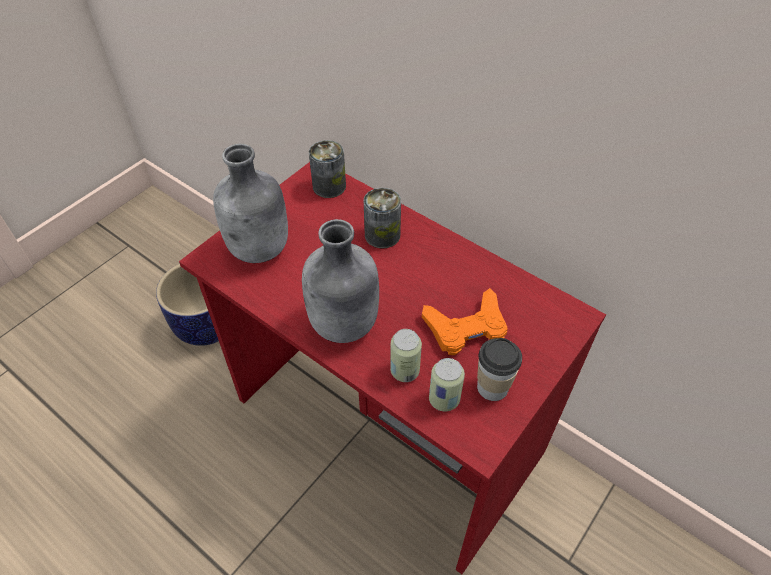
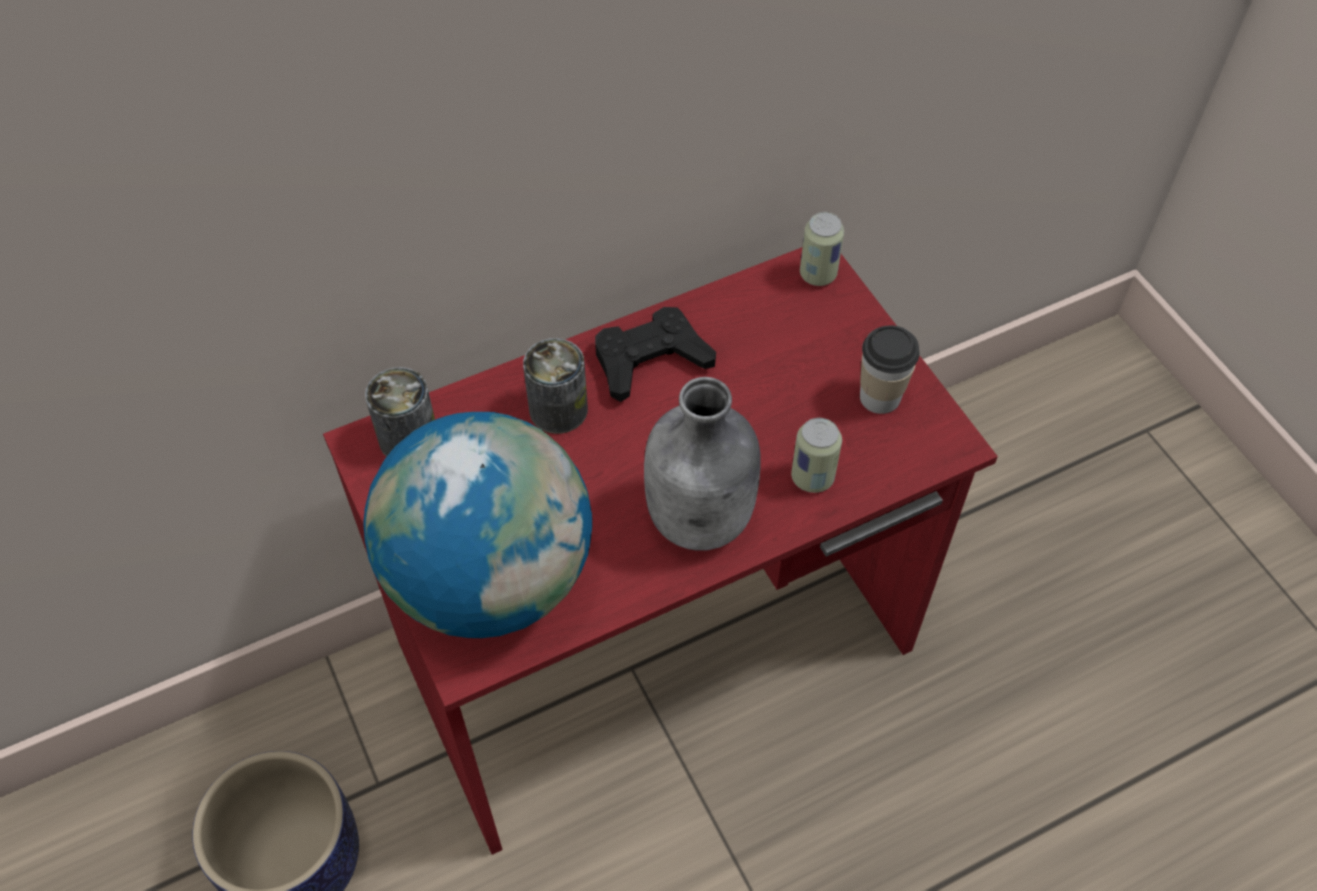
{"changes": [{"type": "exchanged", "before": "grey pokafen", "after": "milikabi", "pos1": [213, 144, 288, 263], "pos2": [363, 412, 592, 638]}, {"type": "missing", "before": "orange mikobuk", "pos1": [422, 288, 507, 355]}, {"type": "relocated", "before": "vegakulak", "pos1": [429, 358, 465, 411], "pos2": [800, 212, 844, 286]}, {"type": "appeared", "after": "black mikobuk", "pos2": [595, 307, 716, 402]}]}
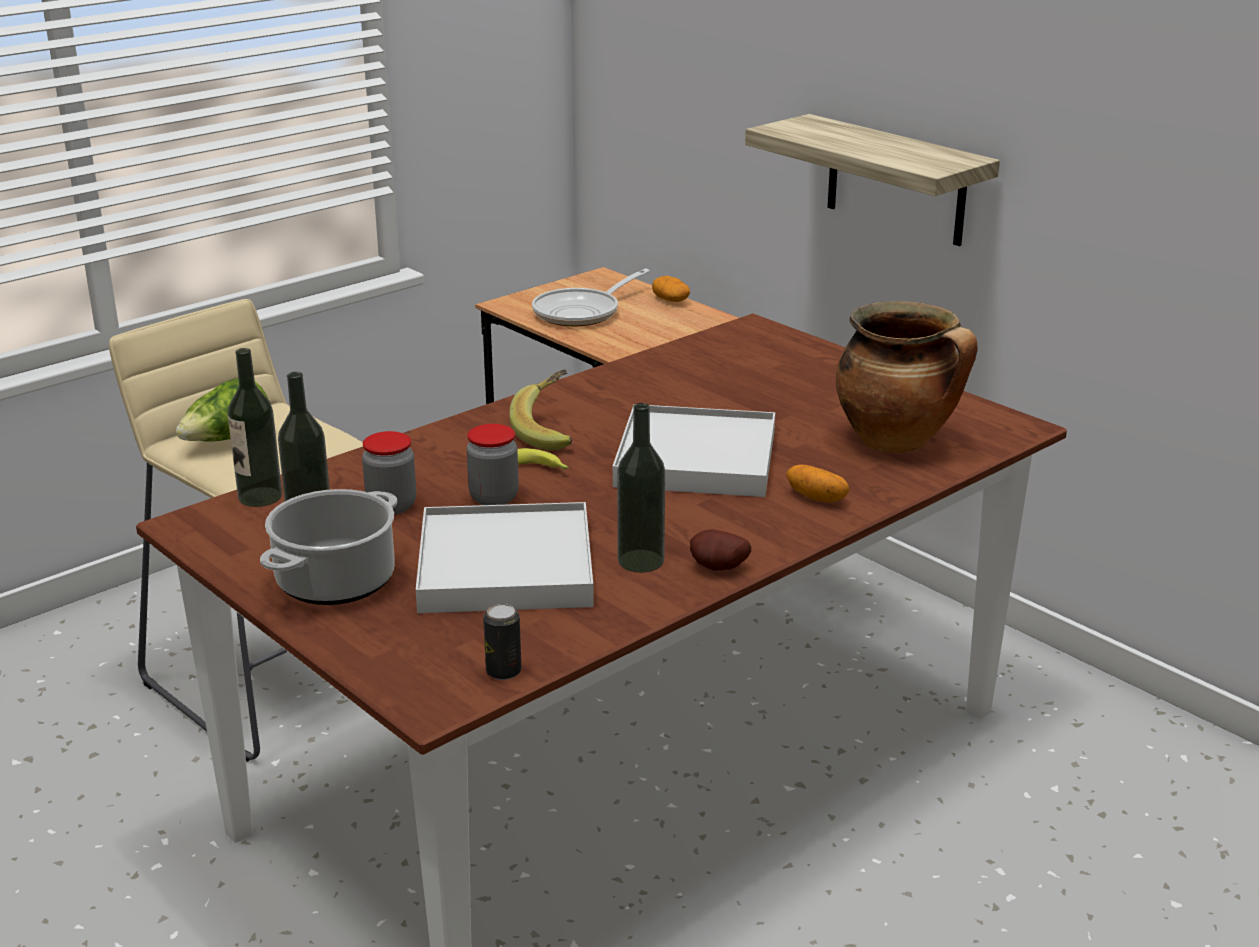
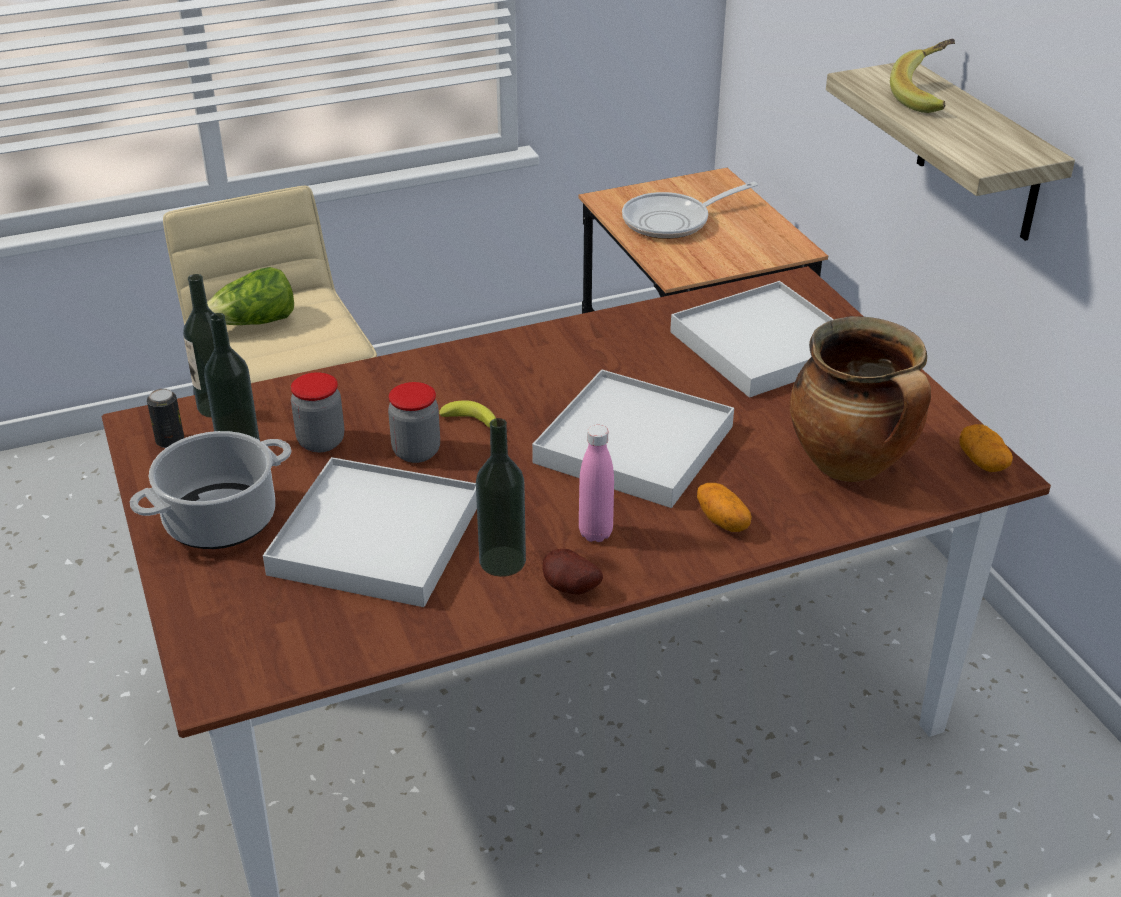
{"changes": [{"type": "relocated", "before": "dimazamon", "pos1": [652, 276, 690, 302], "pos2": [959, 424, 1013, 472]}, {"type": "relocated", "before": "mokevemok", "pos1": [509, 369, 572, 450], "pos2": [890, 39, 955, 113]}, {"type": "relocated", "before": "vegakulak", "pos1": [483, 604, 521, 680], "pos2": [147, 388, 184, 448]}, {"type": "appeared", "after": "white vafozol", "pos2": [670, 281, 834, 398]}, {"type": "appeared", "after": "pink pokafen", "pos2": [579, 425, 614, 542]}]}
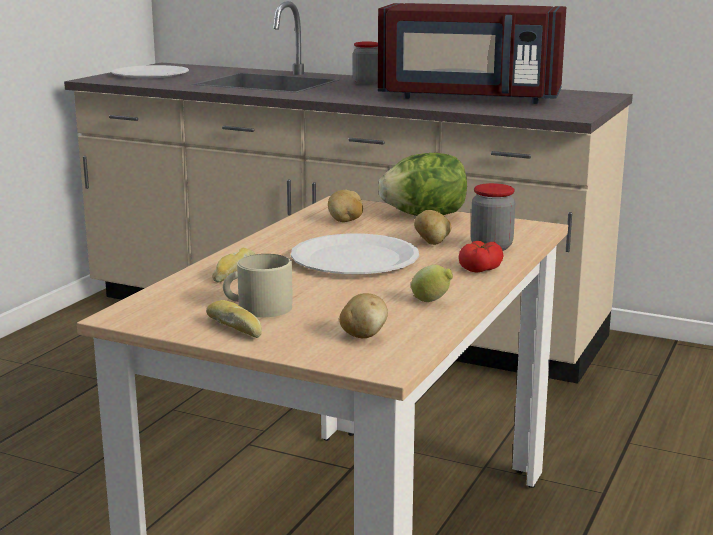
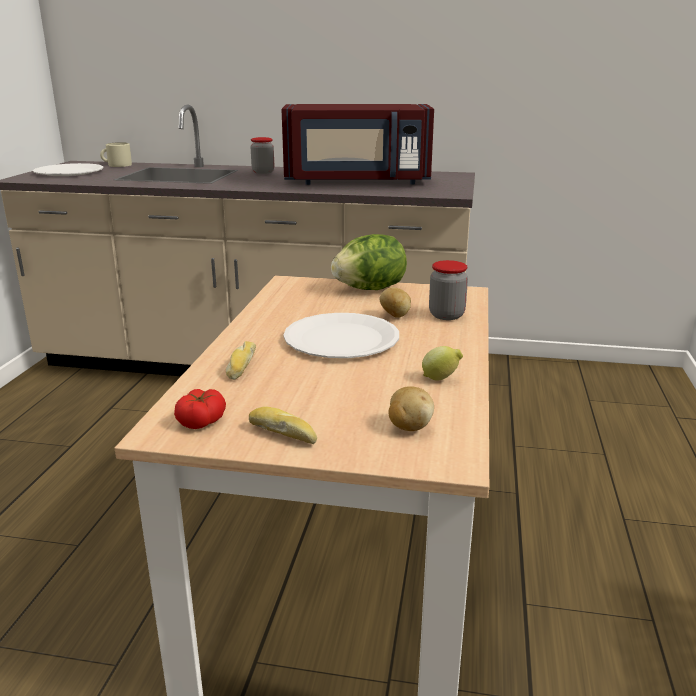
{"changes": [{"type": "missing", "before": "dimazamon", "pos1": [328, 189, 363, 222]}, {"type": "relocated", "before": "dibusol", "pos1": [459, 241, 503, 272], "pos2": [174, 389, 226, 429]}, {"type": "relocated", "before": "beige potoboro", "pos1": [223, 254, 293, 317], "pos2": [100, 142, 132, 167]}]}
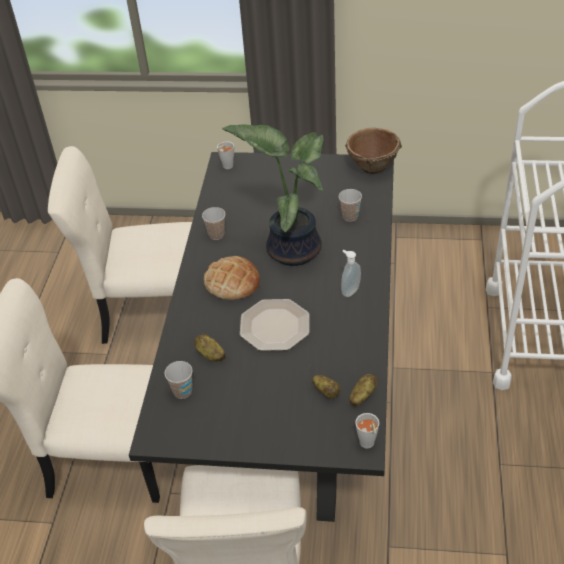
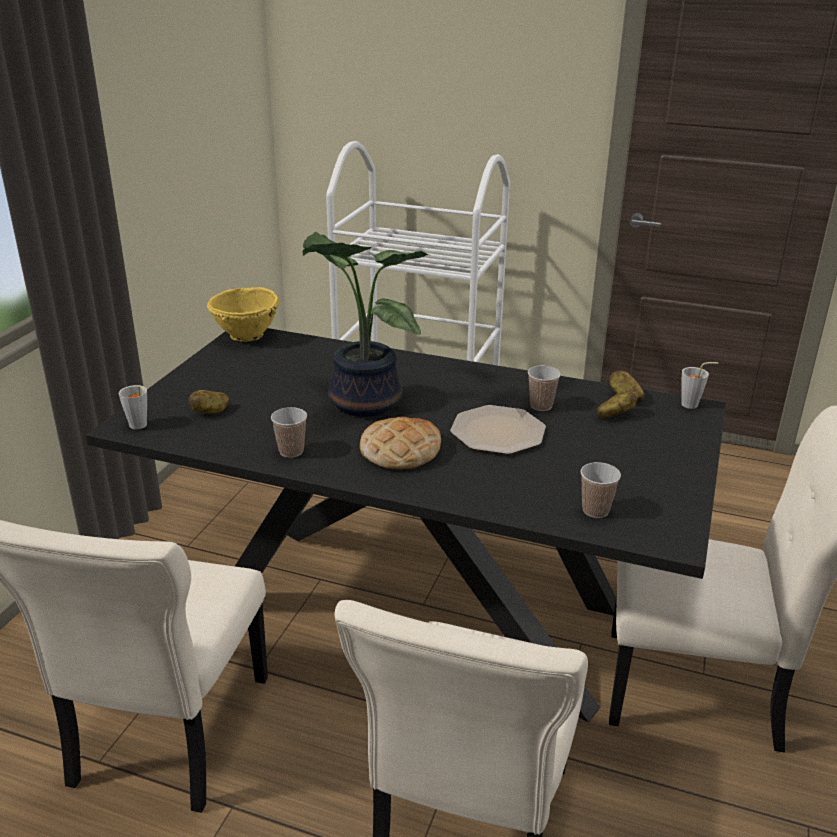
{"changes": [{"type": "colour", "before": "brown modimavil", "after": "yellow modimavil", "pos1": [345, 128, 402, 174], "pos2": [207, 287, 279, 342]}, {"type": "relocated", "before": "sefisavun", "pos1": [339, 189, 362, 222], "pos2": [528, 366, 561, 411]}, {"type": "missing", "before": "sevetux", "pos1": [341, 250, 361, 297]}, {"type": "relocated", "before": "dimazamon", "pos1": [194, 334, 225, 361], "pos2": [189, 390, 229, 414]}]}
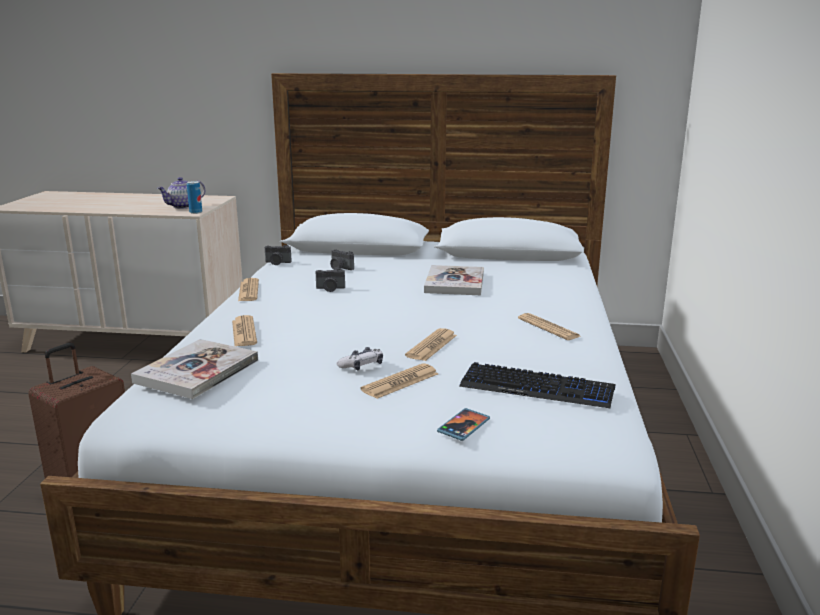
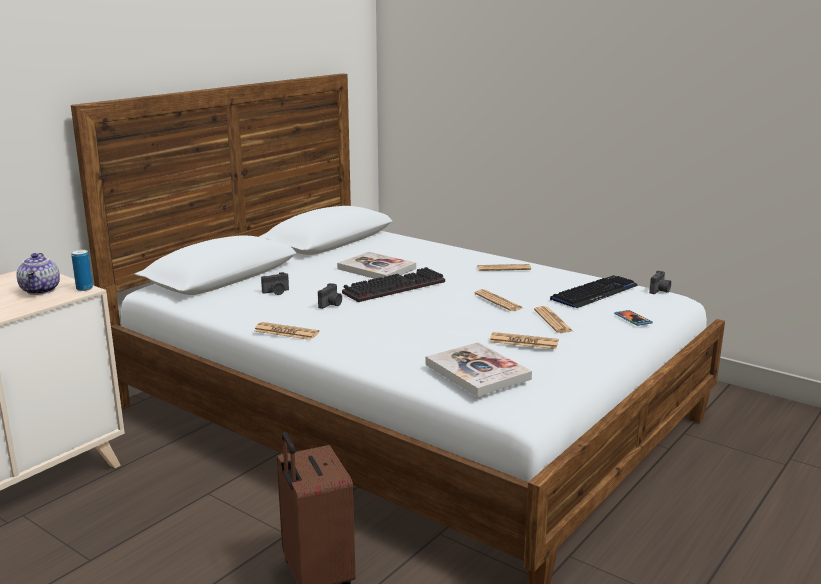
{"changes": [{"type": "relocated", "before": "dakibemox", "pos1": [265, 245, 292, 265], "pos2": [649, 271, 671, 294]}, {"type": "relocated", "before": "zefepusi", "pos1": [232, 315, 257, 346], "pos2": [490, 332, 559, 349]}, {"type": "missing", "before": "mikobuk", "pos1": [337, 347, 383, 371]}, {"type": "appeared", "after": "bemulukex", "pos2": [342, 267, 445, 302]}]}
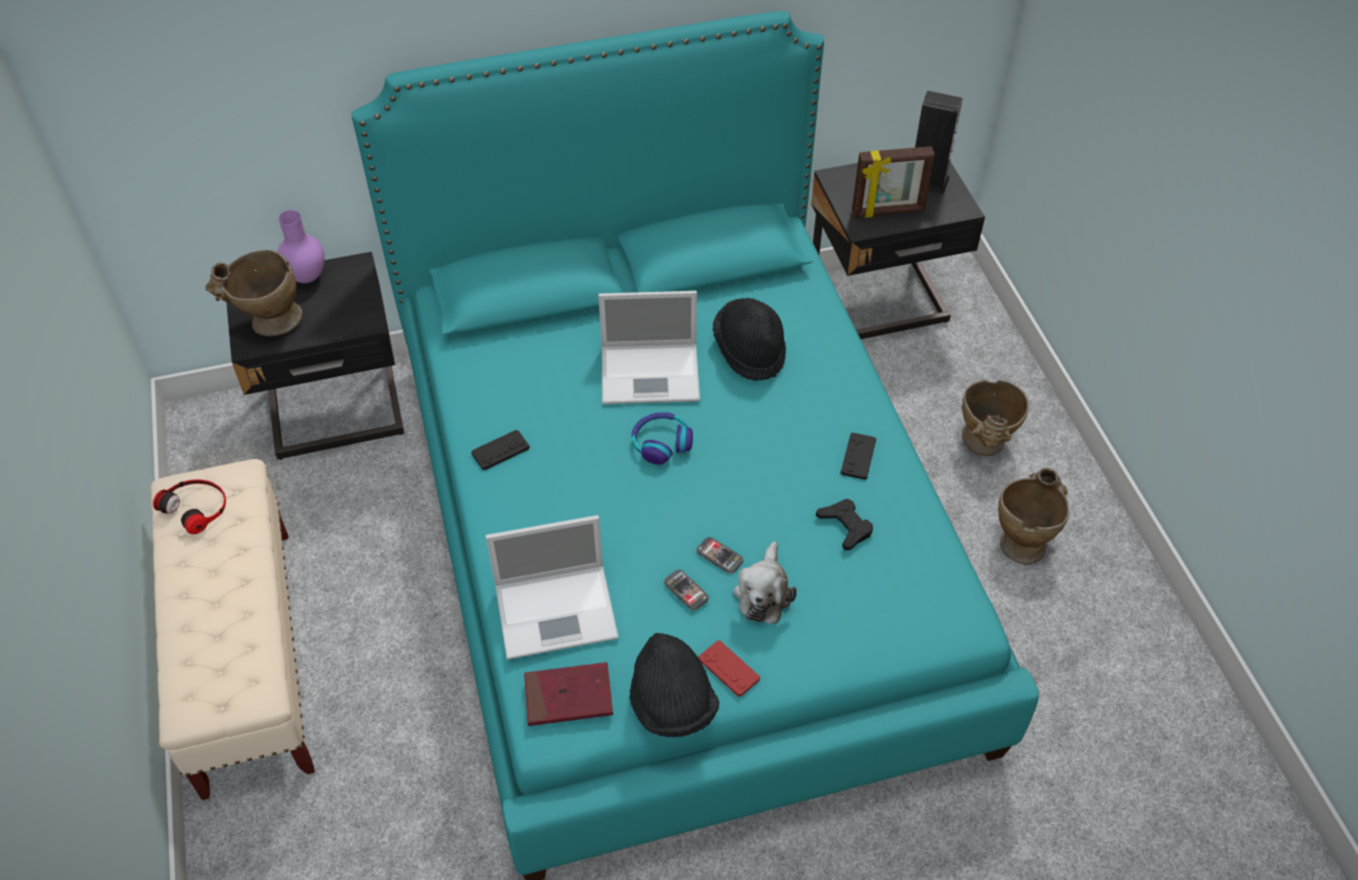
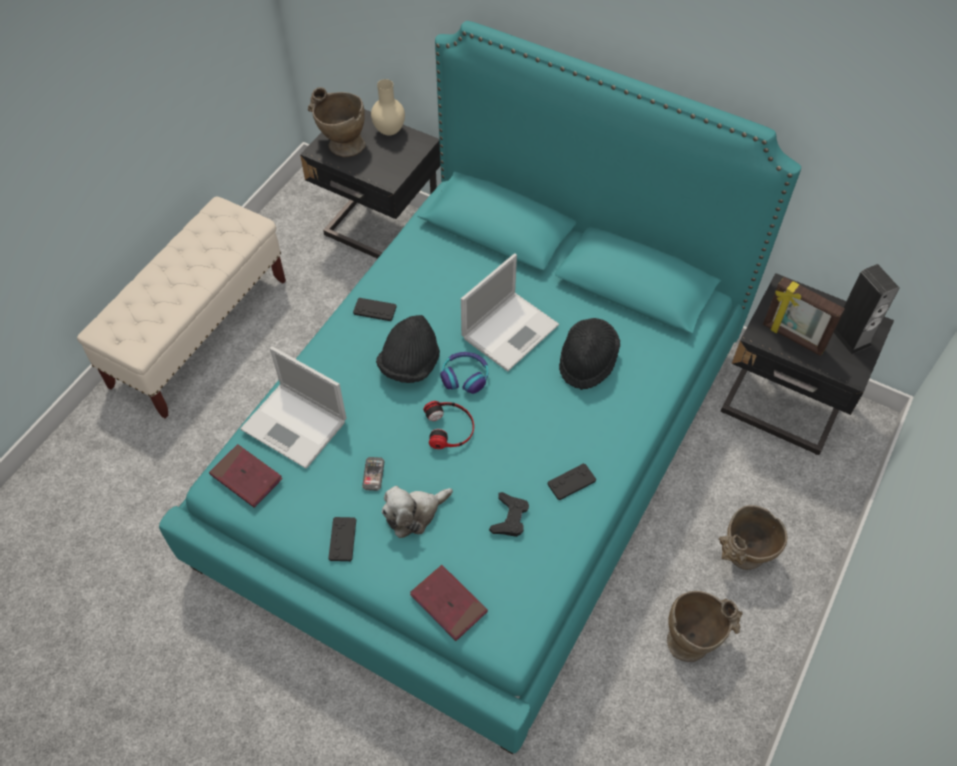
{"changes": [{"type": "colour", "before": "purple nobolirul", "after": "beige nobolirul", "pos1": [277, 210, 325, 283], "pos2": [371, 79, 405, 135]}, {"type": "spun", "before": "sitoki", "pos1": [598, 291, 700, 404], "pos2": [461, 253, 559, 372], "turn": -90}, {"type": "relocated", "before": "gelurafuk", "pos1": [153, 480, 226, 534], "pos2": [423, 401, 474, 449]}, {"type": "missing", "before": "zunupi", "pos1": [697, 537, 744, 574]}, {"type": "relocated", "before": "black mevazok", "pos1": [629, 633, 719, 737], "pos2": [376, 315, 440, 383]}, {"type": "colour", "before": "red mikobuk", "after": "black mikobuk", "pos1": [699, 640, 760, 697], "pos2": [328, 517, 356, 561]}, {"type": "appeared", "after": "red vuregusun", "pos2": [410, 565, 488, 641]}]}
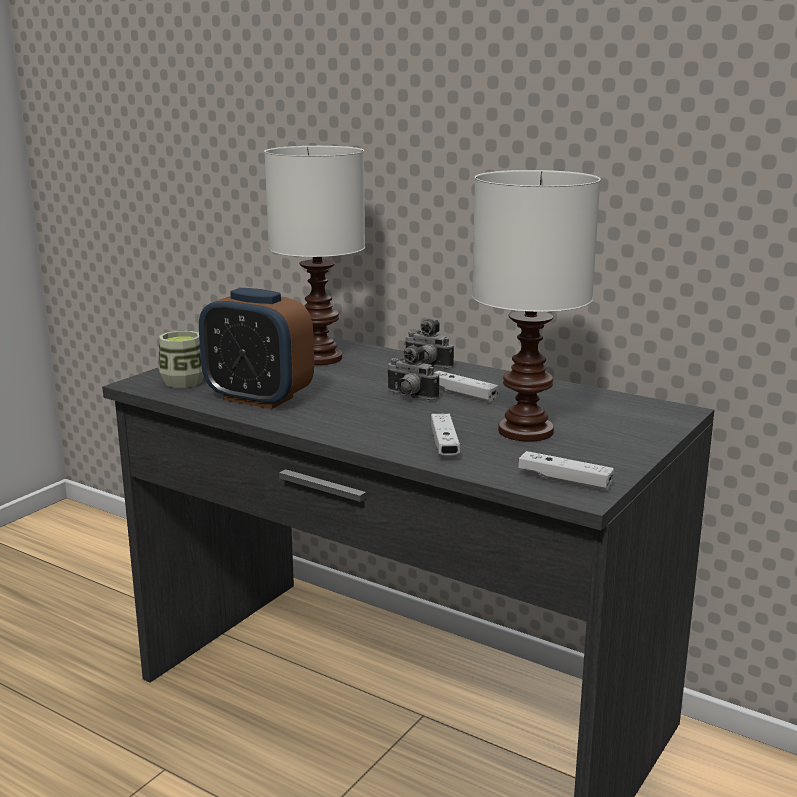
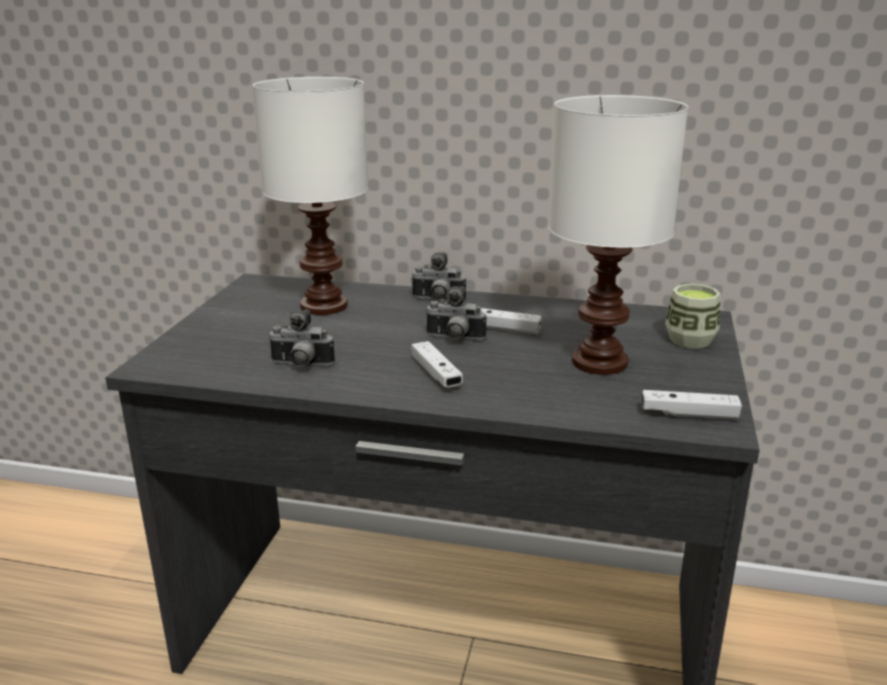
{"changes": [{"type": "exchanged", "before": "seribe", "after": "dakibemox", "pos1": [199, 288, 314, 409], "pos2": [268, 309, 335, 367]}, {"type": "relocated", "before": "sefisavun", "pos1": [158, 331, 204, 388], "pos2": [665, 284, 720, 349]}, {"type": "relocated", "before": "white mikobuk", "pos1": [431, 413, 460, 456], "pos2": [411, 341, 463, 388]}]}
